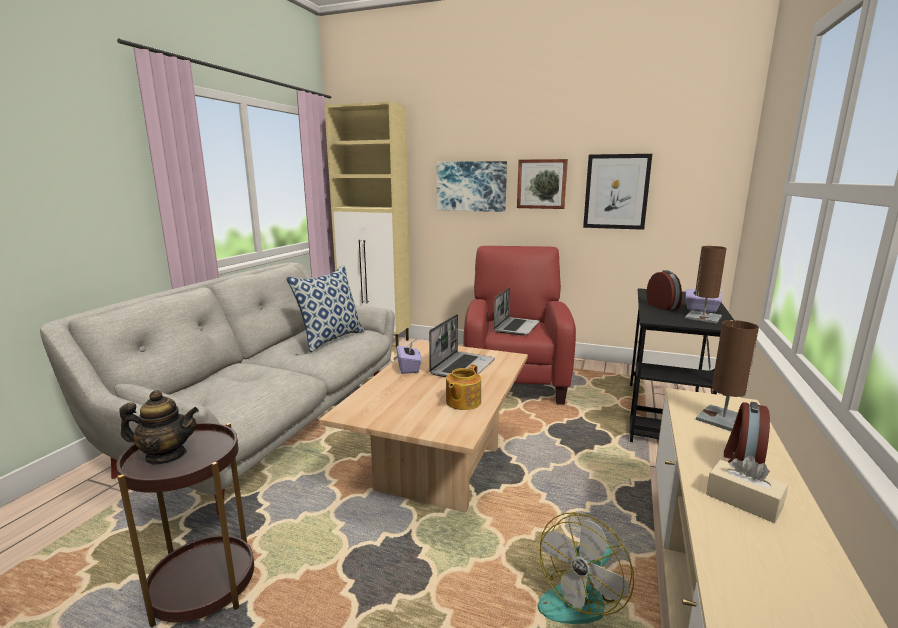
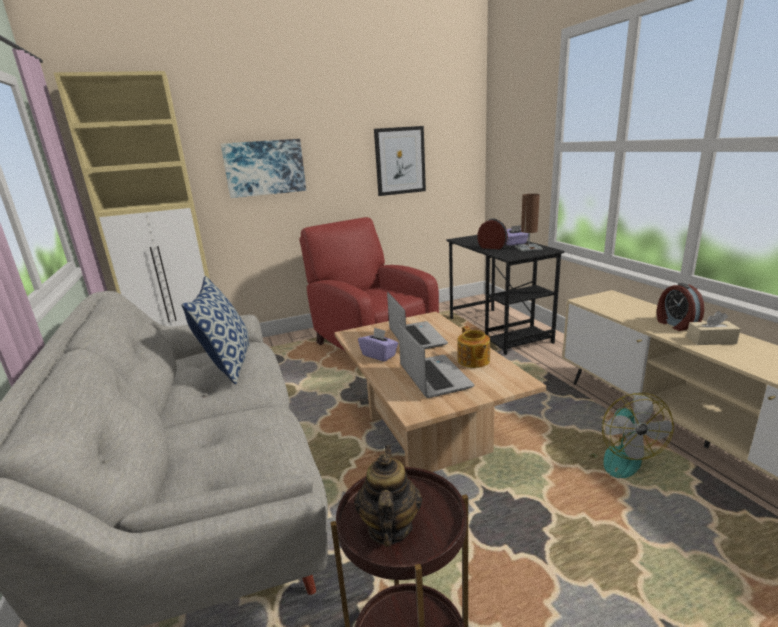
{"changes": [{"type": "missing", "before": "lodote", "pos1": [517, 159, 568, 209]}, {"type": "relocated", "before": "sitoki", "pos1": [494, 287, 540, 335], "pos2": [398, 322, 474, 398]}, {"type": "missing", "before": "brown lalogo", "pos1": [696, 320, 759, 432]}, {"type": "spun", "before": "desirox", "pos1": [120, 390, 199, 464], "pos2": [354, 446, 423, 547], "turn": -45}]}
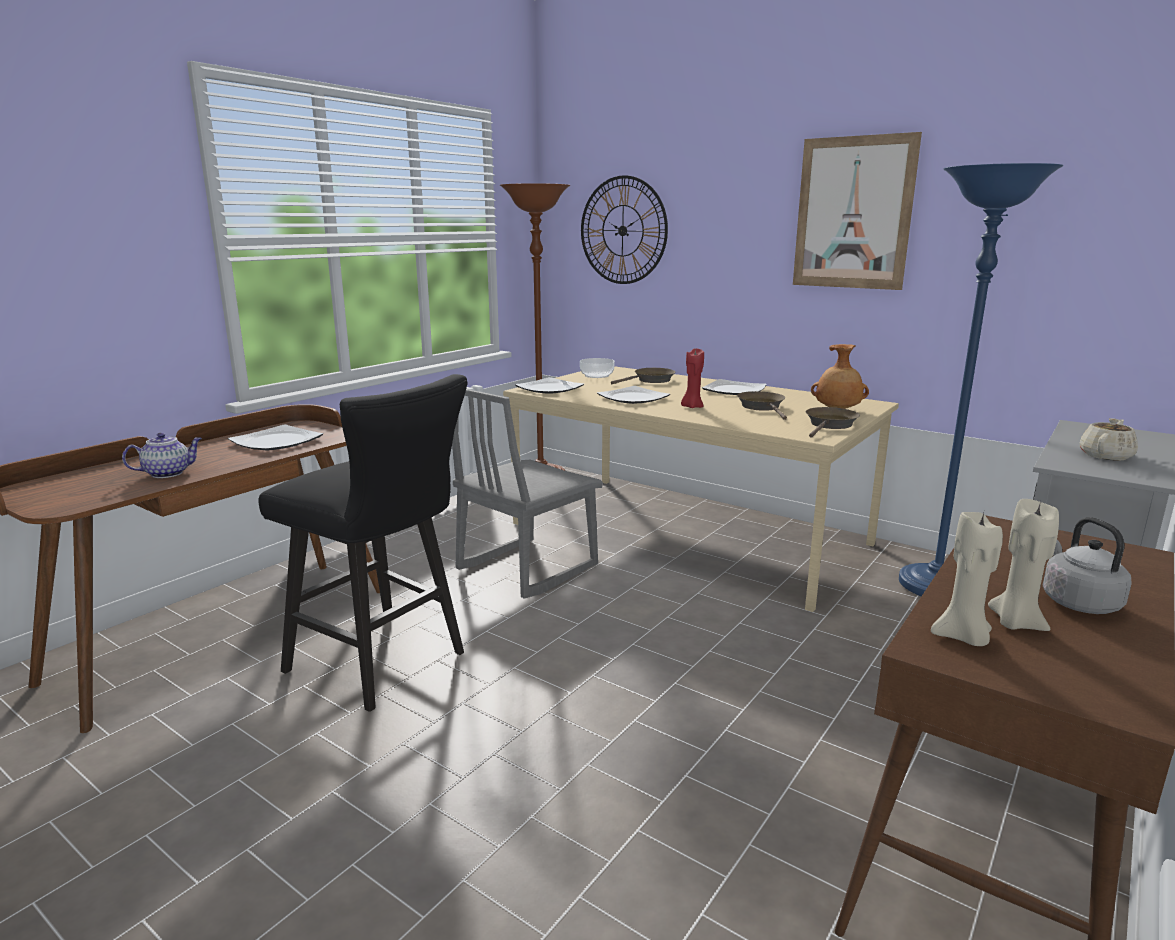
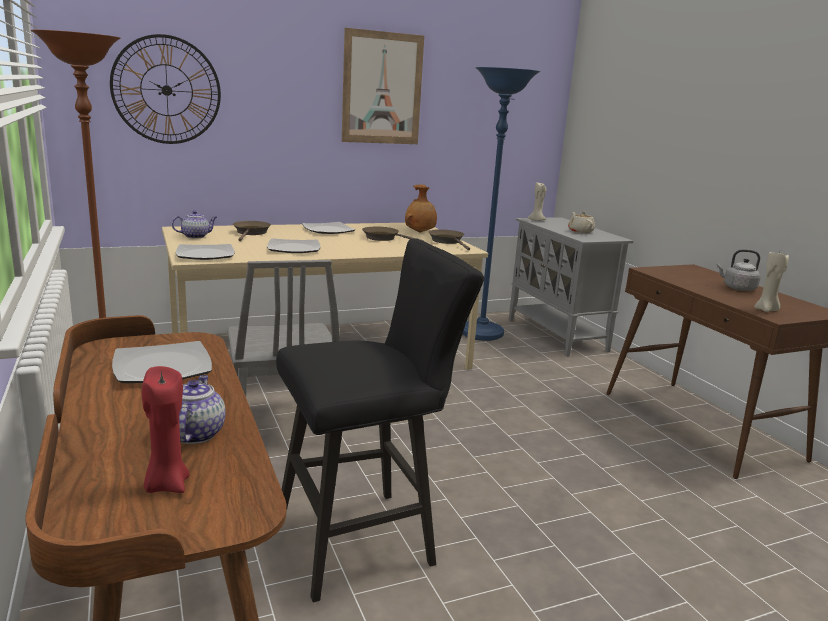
{"changes": [{"type": "relocated", "before": "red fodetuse", "pos1": [681, 348, 704, 408], "pos2": [142, 366, 190, 493]}, {"type": "exchanged", "before": "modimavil", "after": "desirox", "pos1": [580, 358, 615, 378], "pos2": [172, 210, 217, 238]}, {"type": "relocated", "before": "beige fodetuse", "pos1": [988, 499, 1059, 631], "pos2": [528, 182, 546, 221]}]}
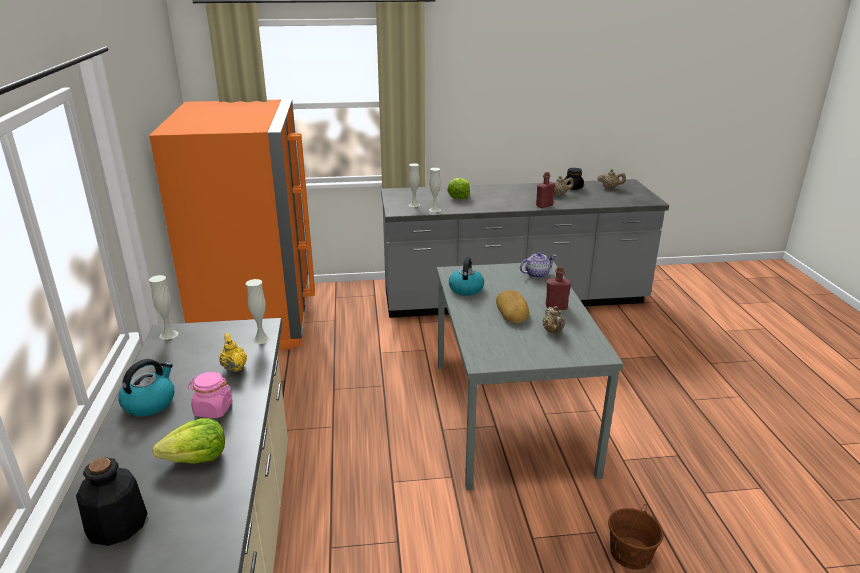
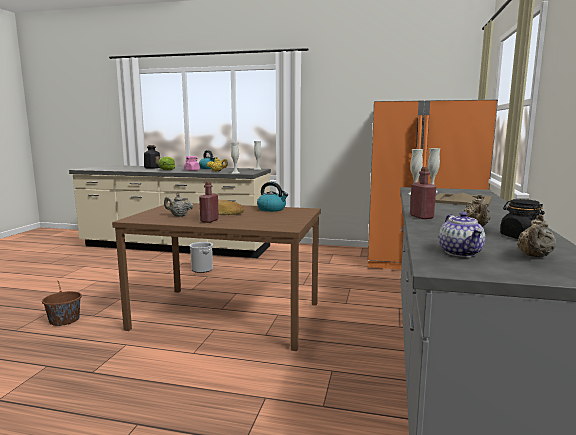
{"changes": [{"type": "exchanged", "before": "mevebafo", "after": "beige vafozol", "pos1": [447, 178, 470, 199], "pos2": [435, 193, 492, 207]}, {"type": "relocated", "before": "desirox", "pos1": [520, 252, 556, 278], "pos2": [439, 212, 485, 257]}, {"type": "colour", "before": "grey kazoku", "after": "brown kazoku", "pos1": [437, 261, 623, 490], "pos2": [112, 203, 321, 351]}, {"type": "appeared", "after": "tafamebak", "pos2": [190, 242, 213, 273]}]}
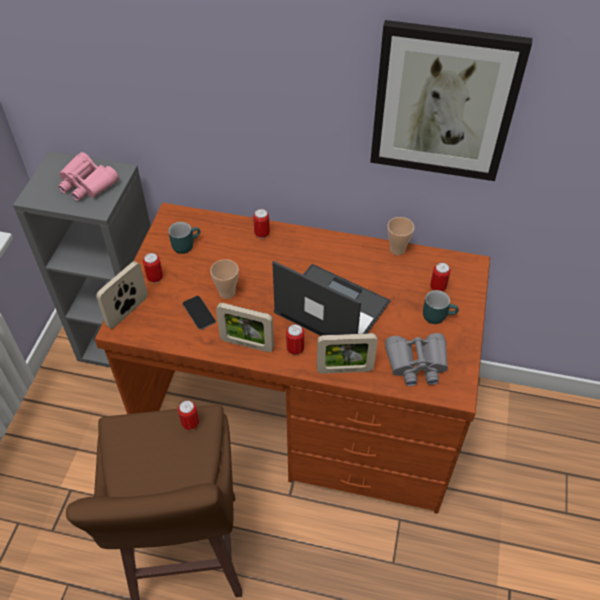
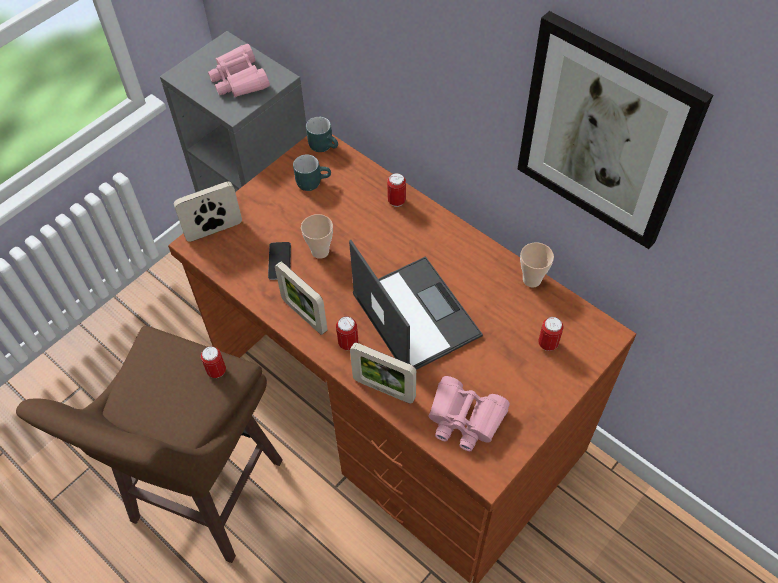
{"changes": [{"type": "missing", "before": "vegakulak", "pos1": [143, 253, 163, 283]}, {"type": "relocated", "before": "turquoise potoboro", "pos1": [423, 290, 459, 324], "pos2": [306, 117, 338, 152]}, {"type": "colour", "before": "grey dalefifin", "after": "pink dalefifin", "pos1": [385, 333, 448, 386], "pos2": [428, 376, 510, 451]}]}
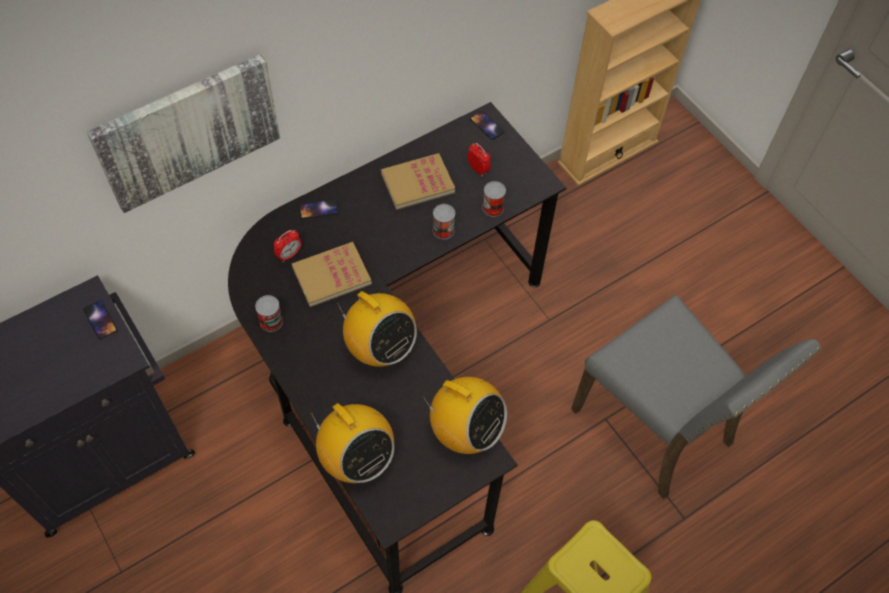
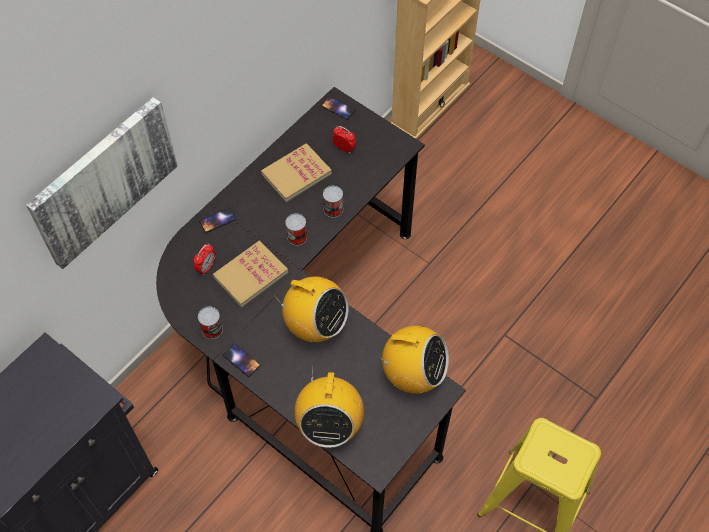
{"changes": [{"type": "relocated", "before": "vegakulak", "pos1": [482, 181, 506, 217], "pos2": [285, 213, 307, 246]}, {"type": "missing", "before": "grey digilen", "pos1": [571, 295, 822, 499]}, {"type": "relocated", "before": "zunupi", "pos1": [83, 300, 117, 340], "pos2": [223, 344, 261, 377]}, {"type": "spun", "before": "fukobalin", "pos1": [310, 403, 394, 483], "pos2": [294, 365, 364, 448], "turn": 60}]}
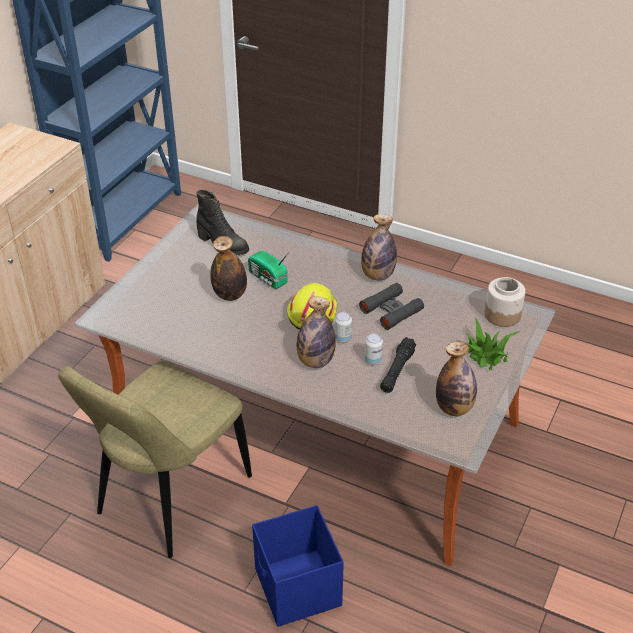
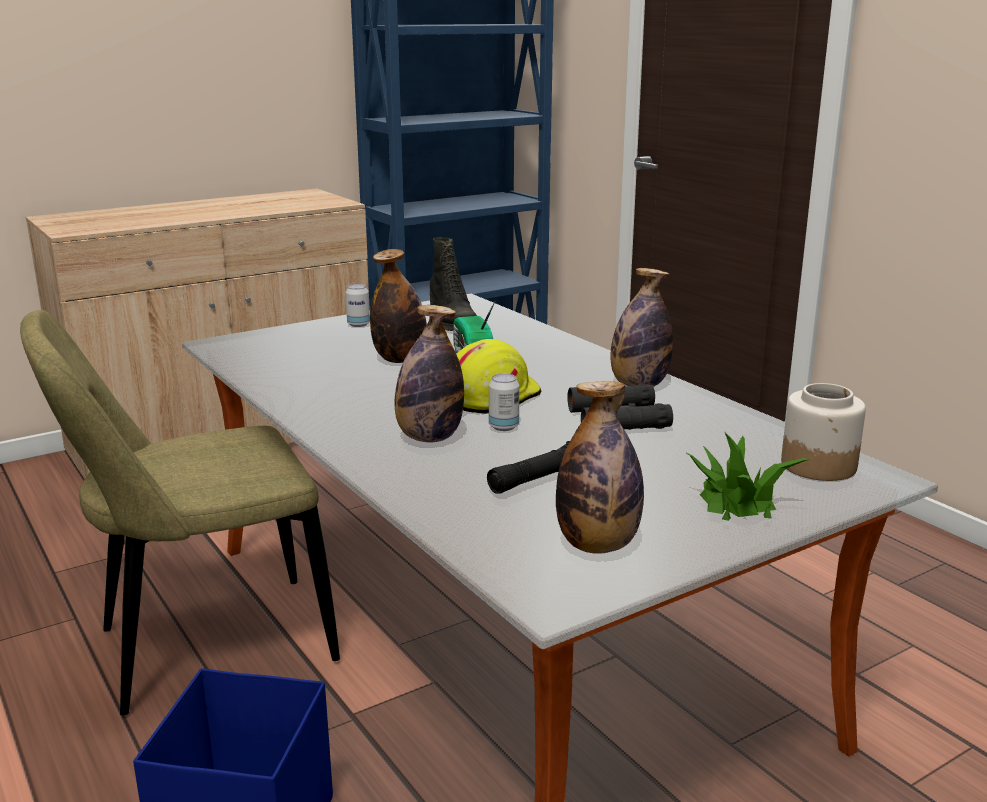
{"changes": [{"type": "relocated", "before": "vegakulak", "pos1": [365, 333, 383, 365], "pos2": [345, 284, 370, 327]}]}
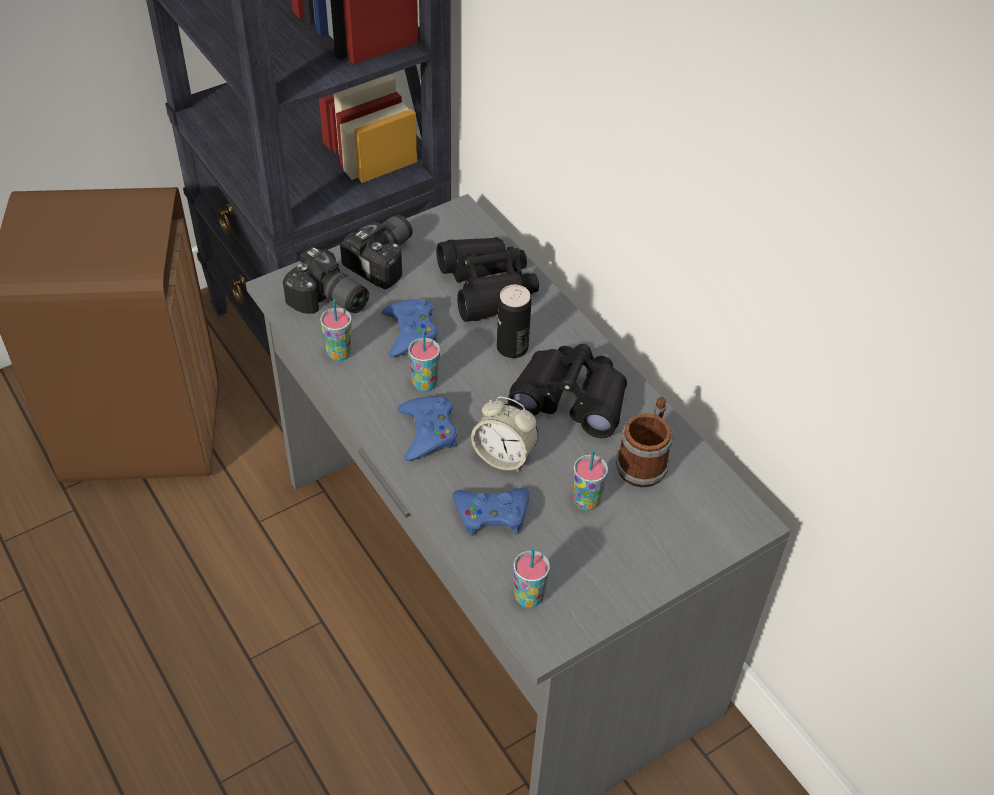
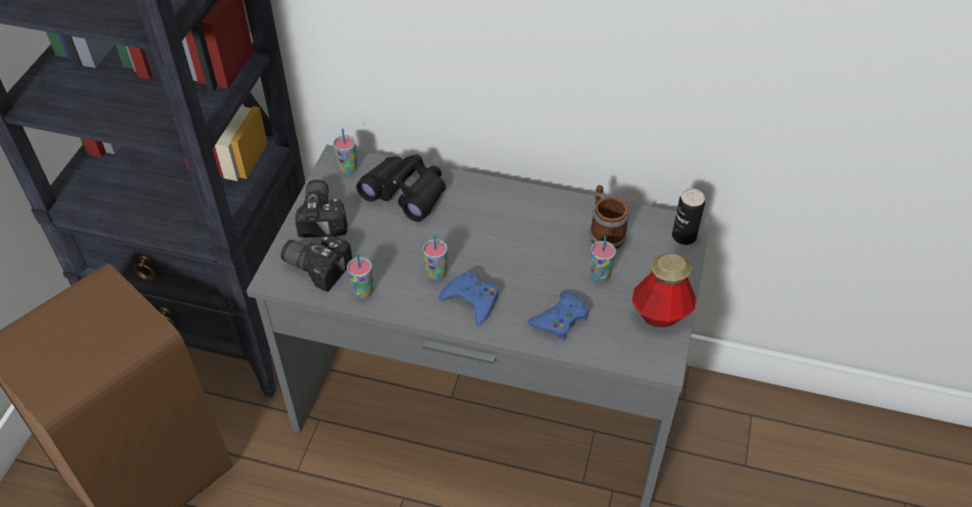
{"changes": [{"type": "spun", "before": "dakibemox", "pos1": [283, 247, 369, 314], "pos2": [281, 236, 352, 292], "turn": -150}, {"type": "relocated", "before": "vegakulak", "pos1": [497, 285, 532, 358], "pos2": [672, 189, 705, 245]}, {"type": "missing", "before": "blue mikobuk", "pos1": [382, 299, 438, 357]}, {"type": "missing", "before": "black dalefifin", "pos1": [508, 344, 627, 438]}, {"type": "missing", "before": "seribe", "pos1": [471, 396, 538, 472]}, {"type": "relocated", "before": "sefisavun", "pos1": [513, 548, 550, 608], "pos2": [333, 128, 357, 174]}, {"type": "appeared", "after": "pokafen", "pos2": [632, 254, 696, 327]}]}
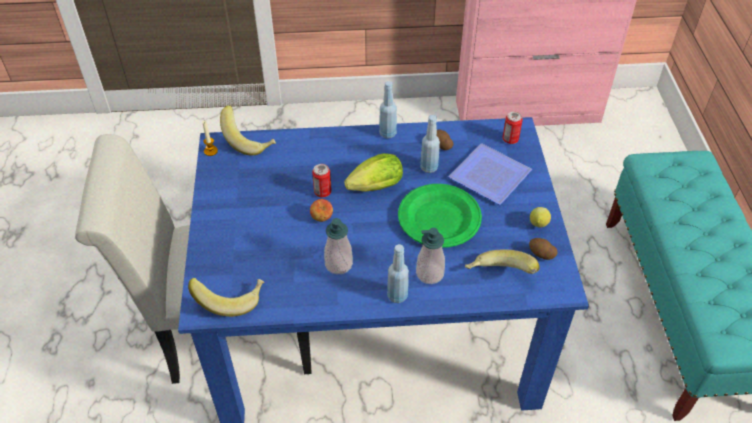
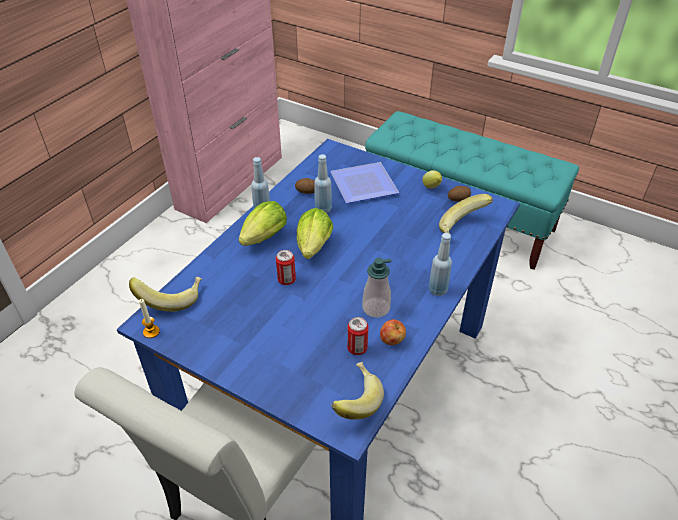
{"changes": [{"type": "relocated", "before": "vegakulak", "pos1": [503, 112, 523, 144], "pos2": [347, 317, 368, 355]}, {"type": "missing", "before": "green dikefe", "pos1": [398, 184, 482, 248]}, {"type": "relocated", "before": "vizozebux", "pos1": [310, 199, 333, 222], "pos2": [380, 319, 406, 345]}, {"type": "missing", "before": "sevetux", "pos1": [416, 228, 445, 284]}, {"type": "appeared", "after": "mevebafo", "pos2": [239, 201, 287, 246]}]}
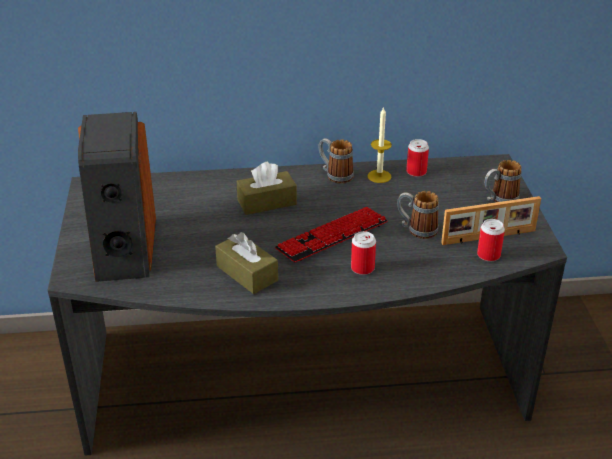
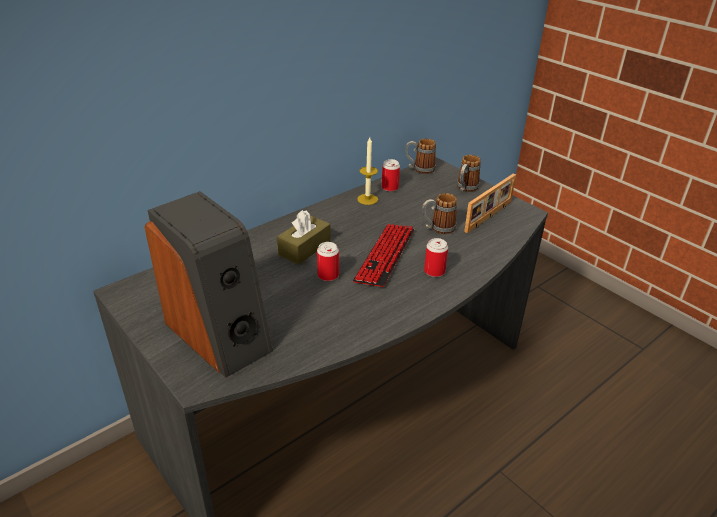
{"changes": [{"type": "relocated", "before": "potoboro", "pos1": [318, 138, 354, 184], "pos2": [405, 138, 436, 174]}, {"type": "relocated", "before": "vegakulak", "pos1": [477, 219, 505, 261], "pos2": [317, 242, 339, 281]}, {"type": "missing", "before": "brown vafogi", "pos1": [215, 232, 278, 294]}]}
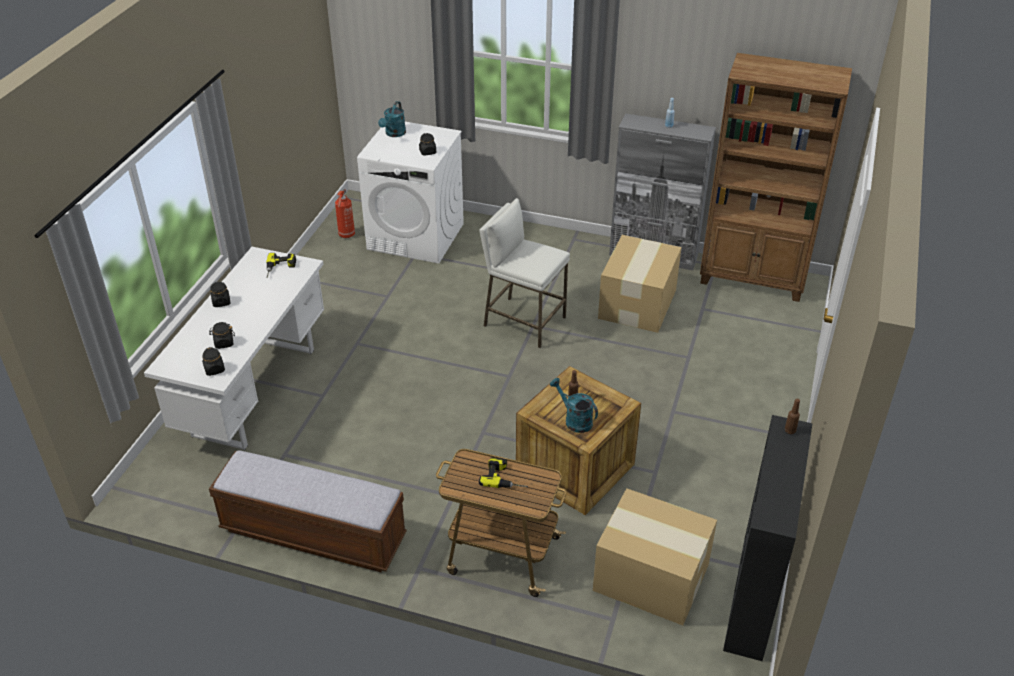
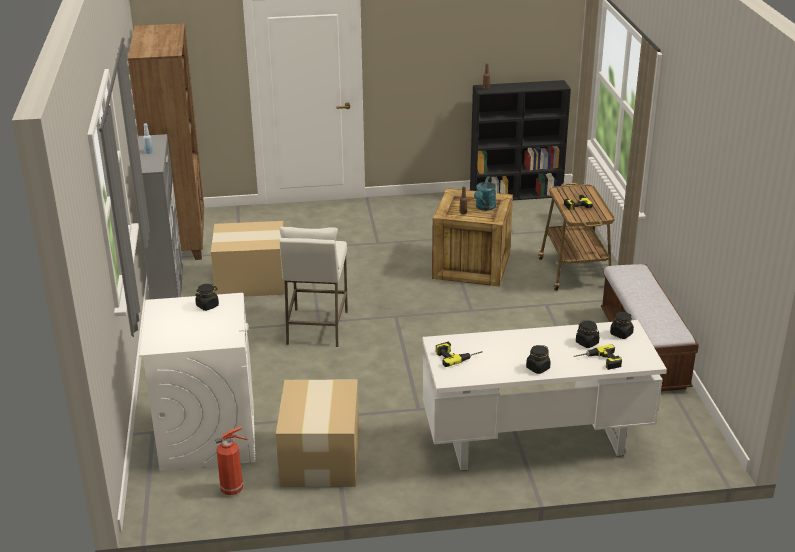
{"changes": [{"type": "missing", "before": "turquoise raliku", "pos1": [378, 101, 406, 137]}, {"type": "relocated", "before": "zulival", "pos1": [593, 488, 717, 625], "pos2": [276, 380, 359, 487]}, {"type": "appeared", "after": "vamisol", "pos2": [574, 344, 622, 370]}]}
